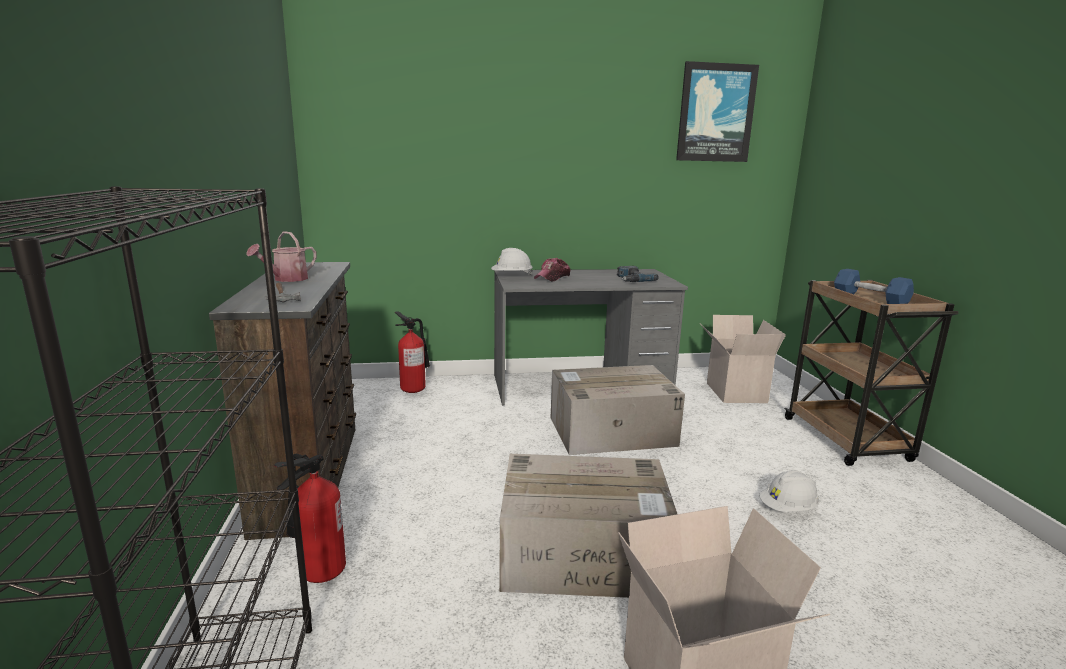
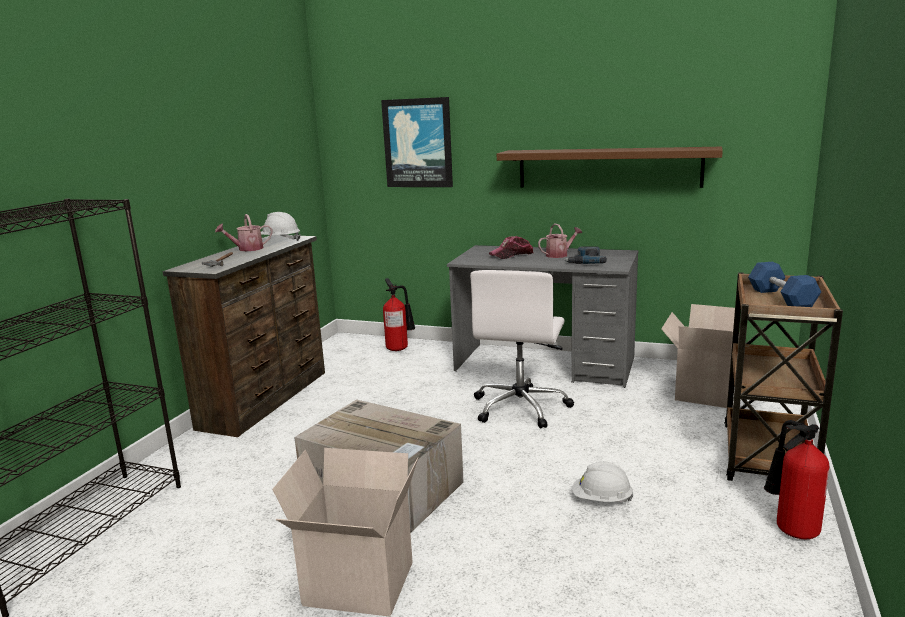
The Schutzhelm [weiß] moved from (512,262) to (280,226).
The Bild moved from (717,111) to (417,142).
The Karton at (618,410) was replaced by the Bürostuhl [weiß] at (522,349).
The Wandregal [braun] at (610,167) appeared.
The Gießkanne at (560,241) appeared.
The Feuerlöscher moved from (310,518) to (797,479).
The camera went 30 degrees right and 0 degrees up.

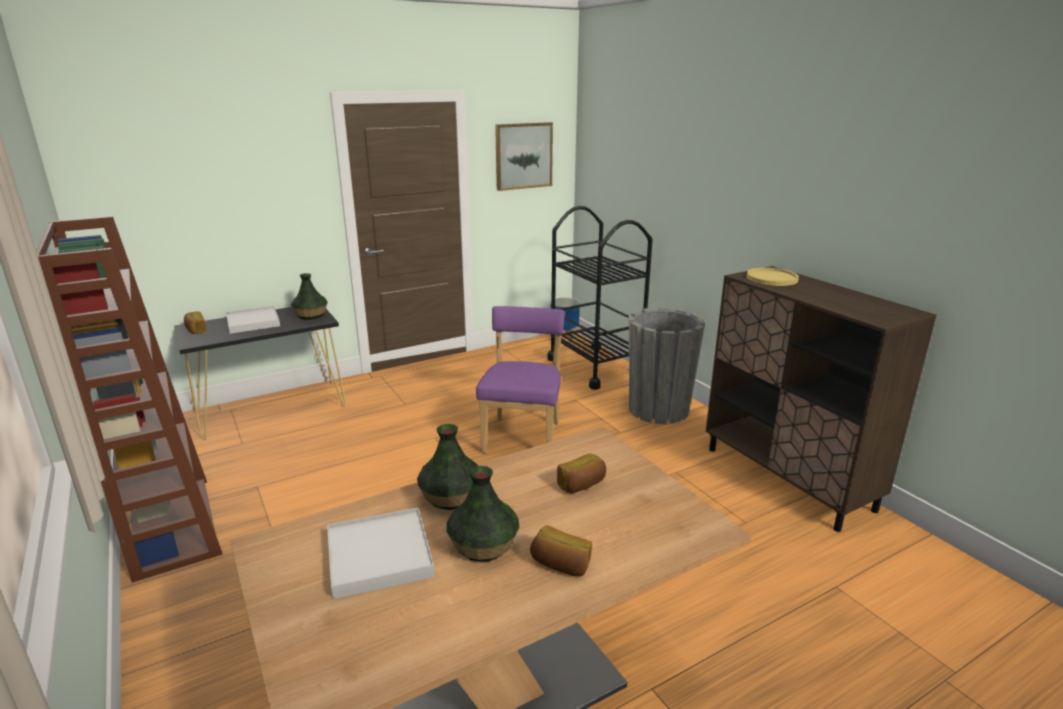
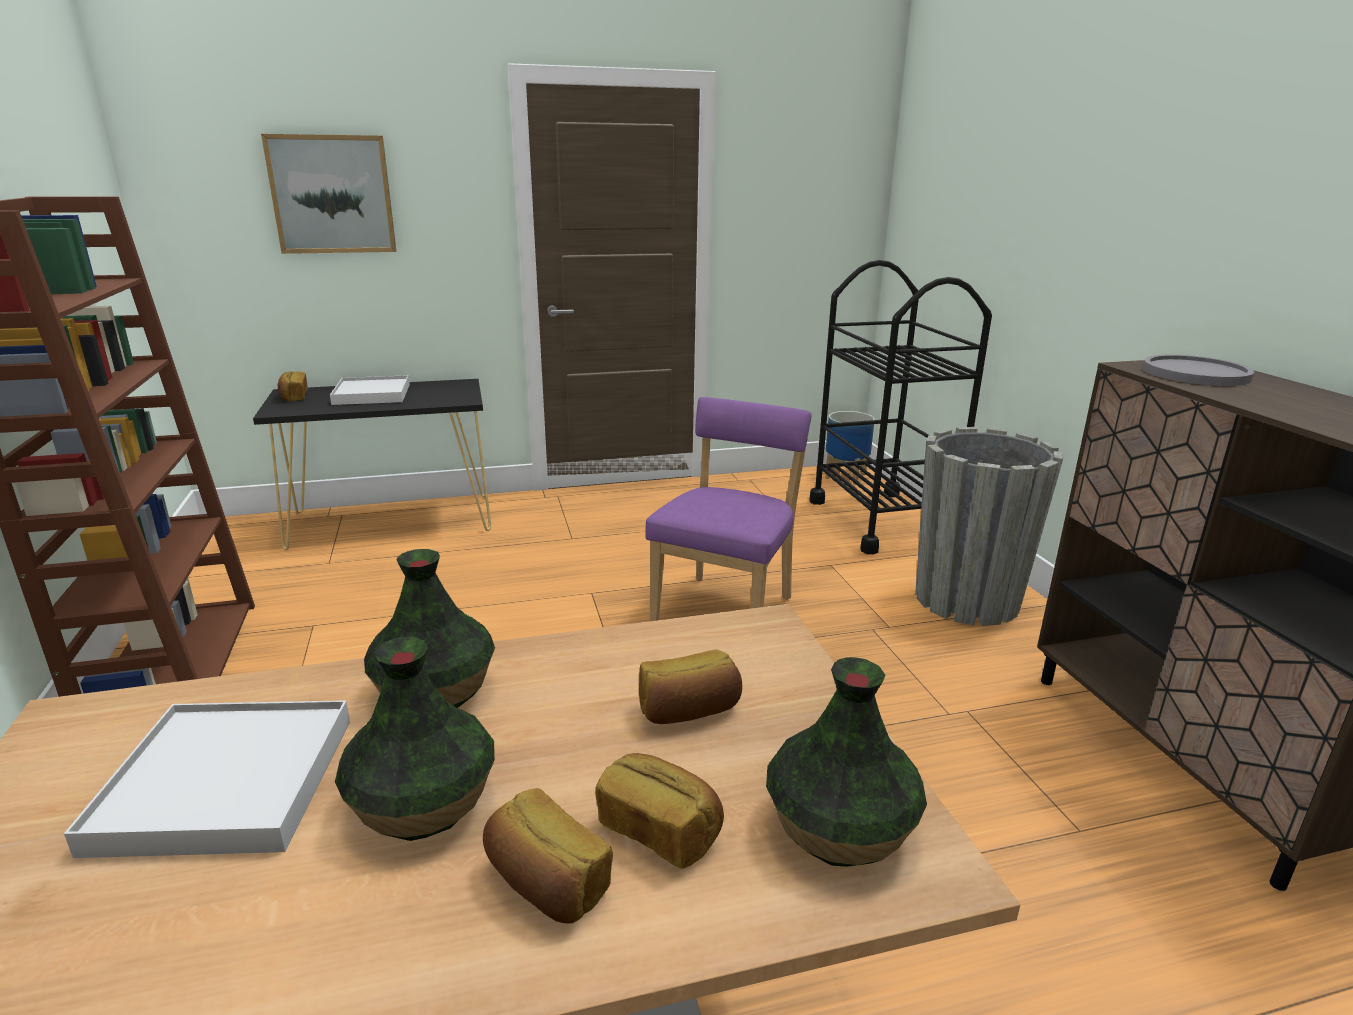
The Bild moved from (524,156) to (328,194).
The Brot at (659,811) appeared.
The Vase moved from (309,296) to (846,762).
The Teller [gelb] at (772,277) became the Teller [grau] at (1198,370).
The camera went 15 degrees right and 0 degrees up.

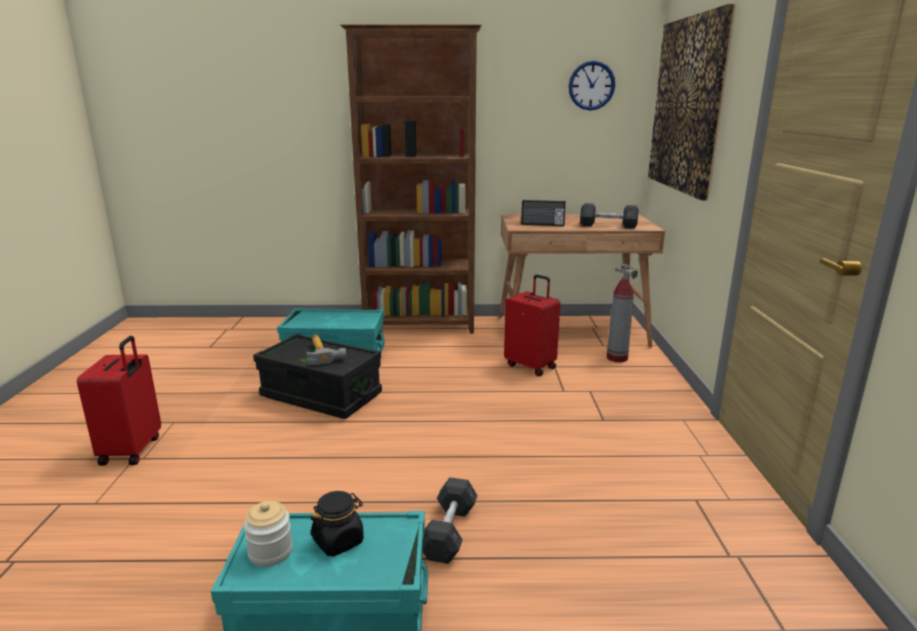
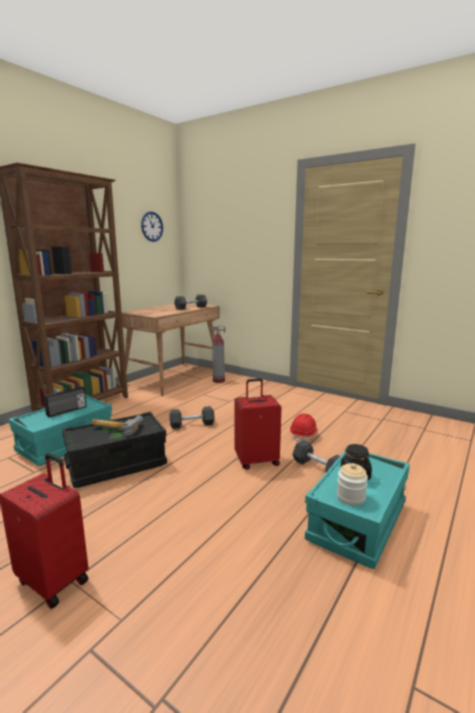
The Radio moved from (543,213) to (65,401).
The Hantel [grau] at (192,417) appeared.
The Koffer [rot] moved from (532,325) to (257,424).
The Schutzhelm [rot] at (304,428) appeared.
The Bild at (692,102) disappeared.
The camera went 55 degrees left and 5 degrees down.

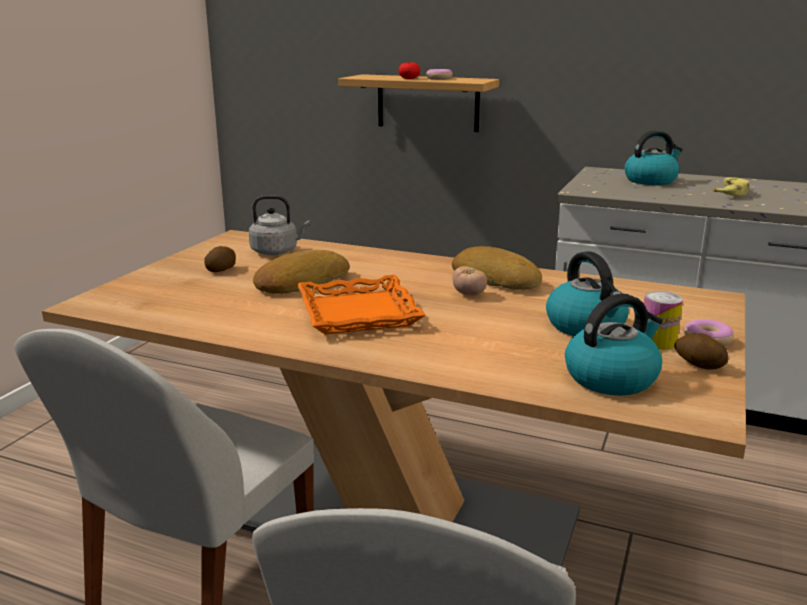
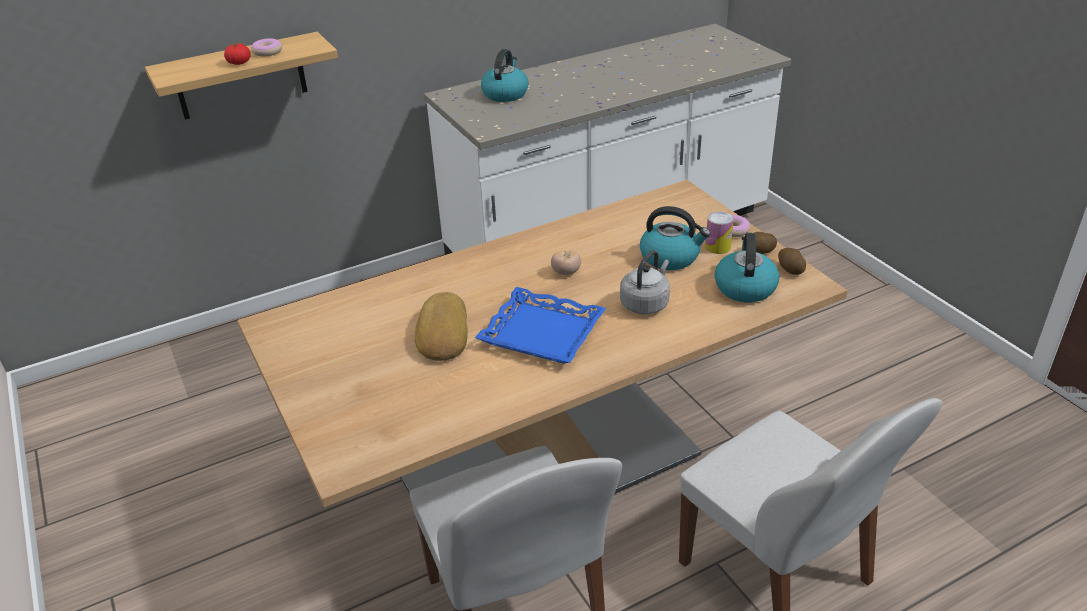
The Tablett [orange] at (361,304) became the Tablett [blau] at (540,325).
The Wasserkessel [grau] moved from (279,225) to (645,282).
The Kartoffel moved from (220,259) to (792,261).
The Brot at (497,268) disappeared.
The Banane at (730,186) disappeared.
The camera went 50 degrees left and 15 degrees up.

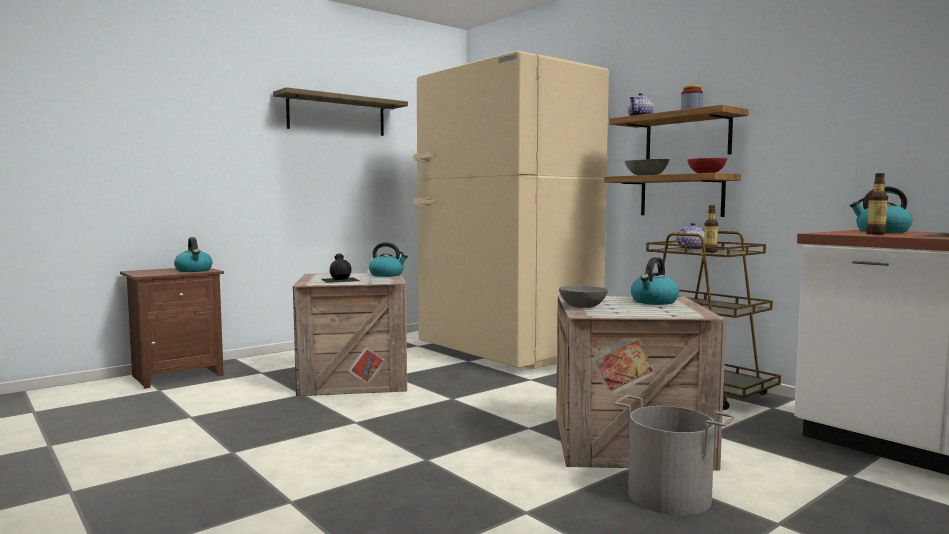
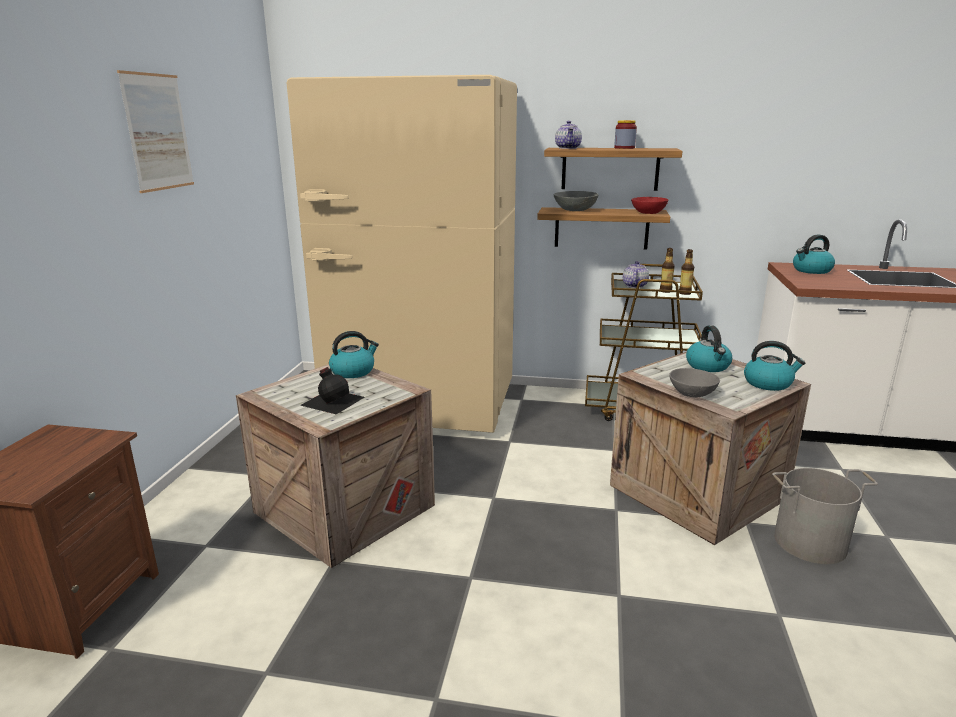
The Wandregal at (340,111) was replaced by the Bild at (155,131).
The Flasche moved from (877,204) to (686,272).
The Wasserkessel moved from (193,254) to (774,366).
The camera went 40 degrees left and 15 degrees up.

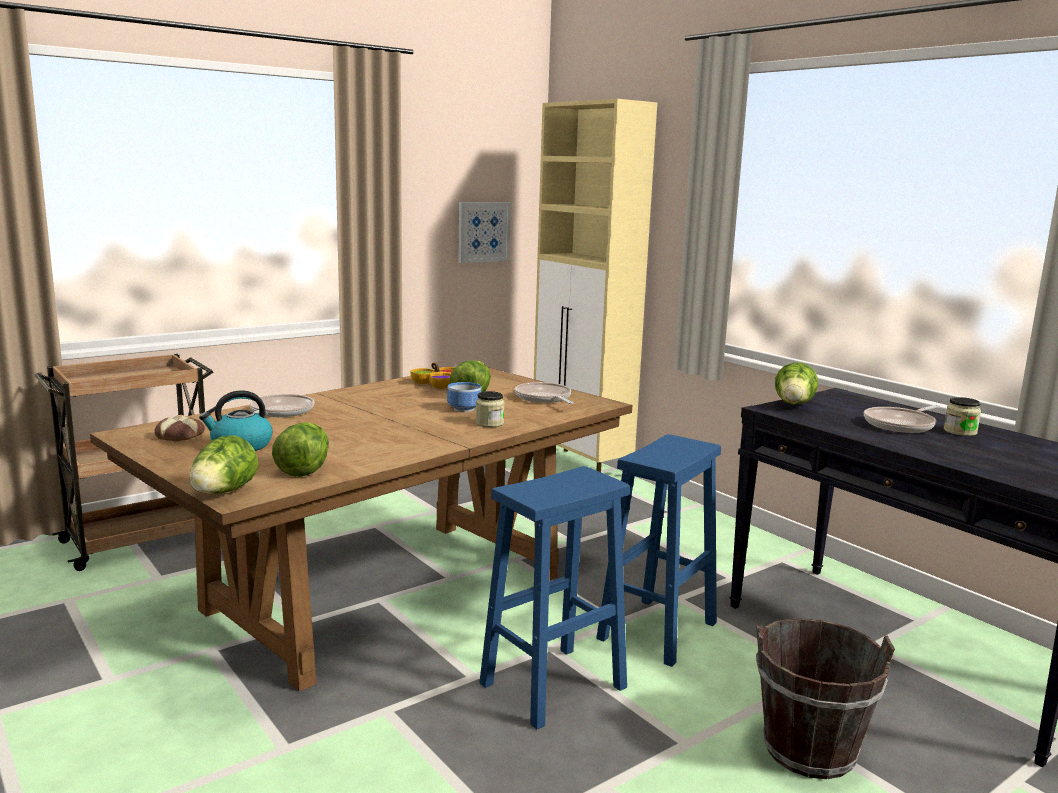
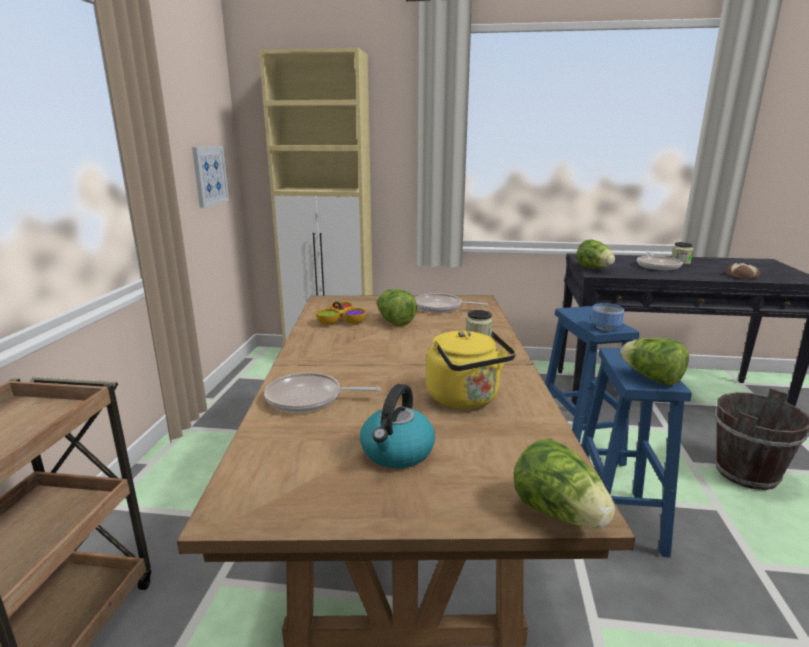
The Pfanne at (282,405) turned 60 degrees counterclockwise.
The Wasserkessel [gelb] at (471,369) appeared.
The Schüssel moved from (464,397) to (607,317).
The Salatkopf moved from (300,449) to (654,362).
The Brot moved from (179,427) to (742,271).
The camera went 45 degrees left and 5 degrees up.

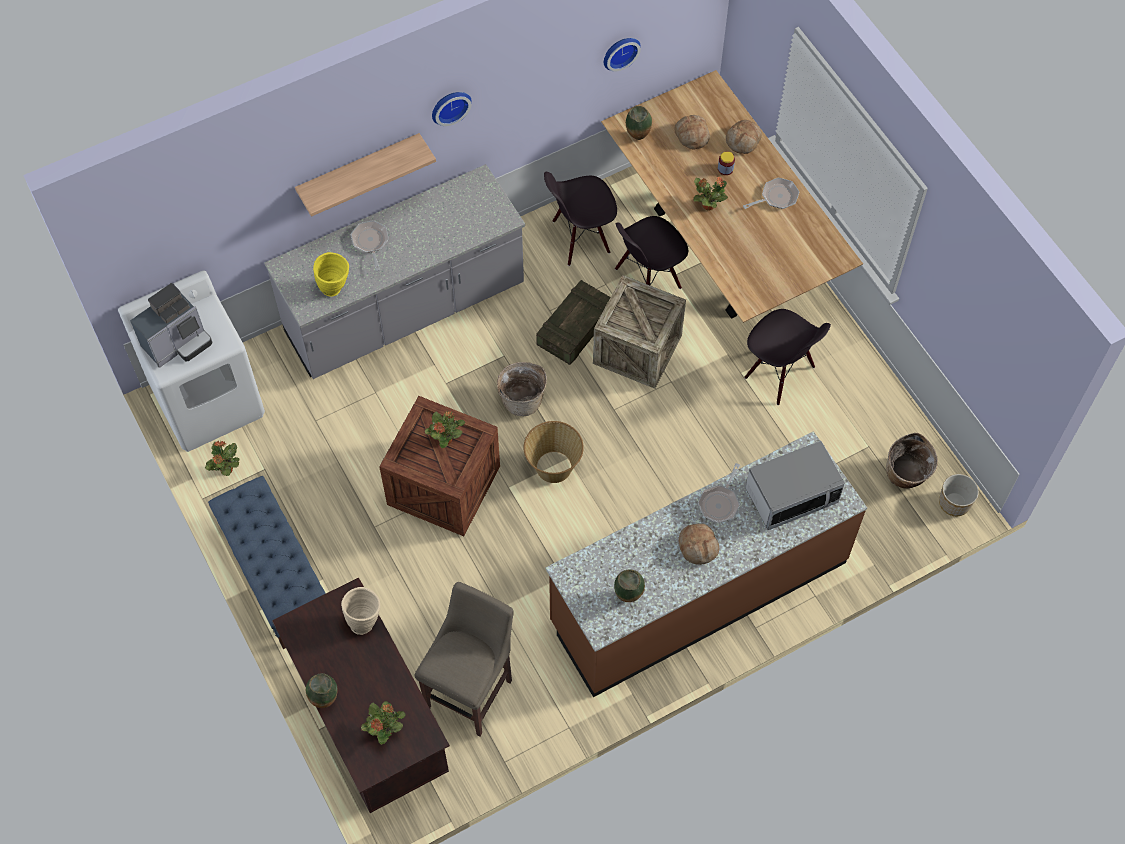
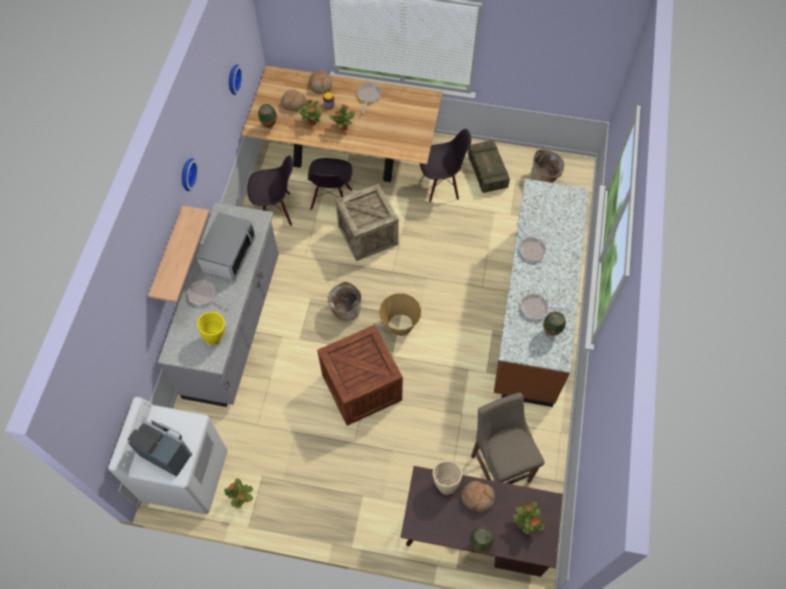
The Kaffeemaschine at (171,325) turned 60 degrees counterclockwise.
The Mikrowelle moved from (795,485) to (226,246).
The Stuhl [schwarz] at (580,219) turned 120 degrees counterclockwise.
The Topfpflanze moved from (445,429) to (309,112).
The Brot moved from (698,544) to (478,496).
The Kiste moved from (573,322) to (489,166).
The Pfanne at (545,307) appeared.
The Bank [blau] at (267,562) disappeared.
The Pflanzkübel at (959,495) disappeared.
The camera went 50 degrees left and 0 degrees up.

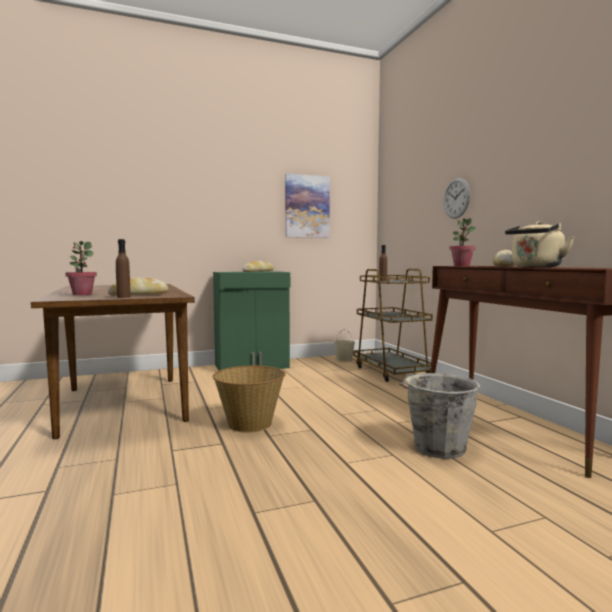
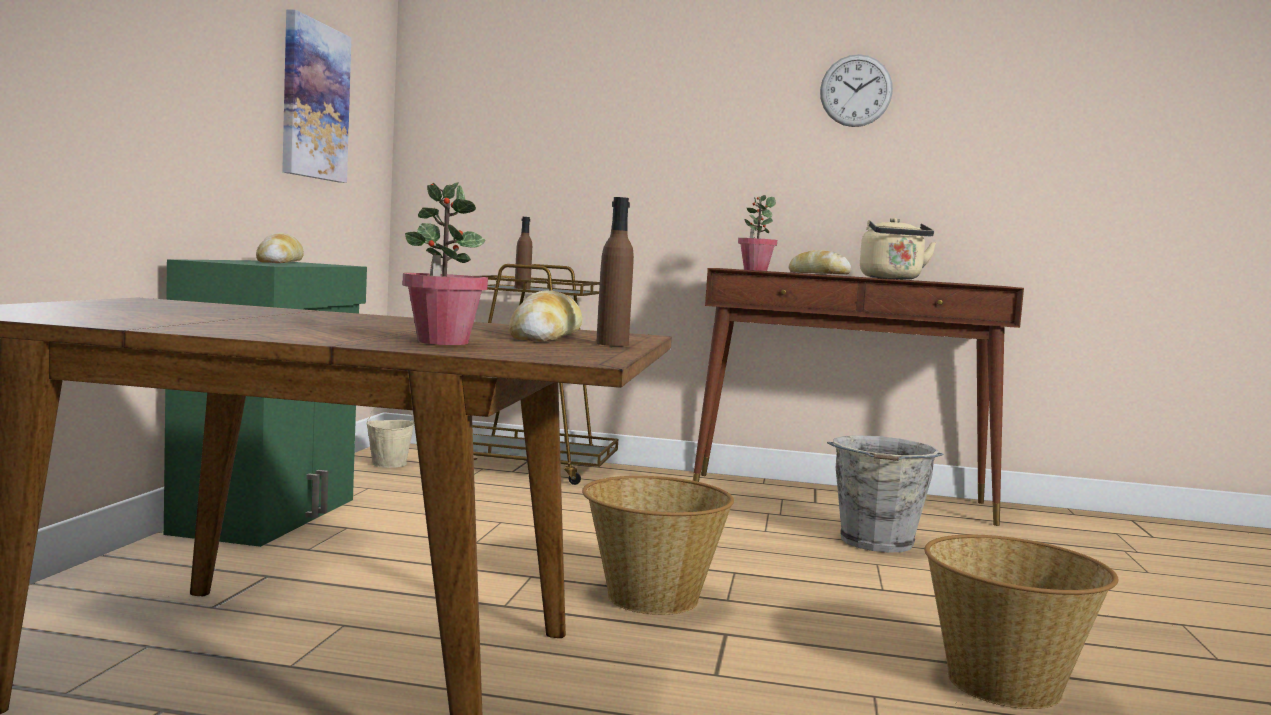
The Wanduhr moved from (457,198) to (856,90).
The Korb at (1021,622) appeared.
The camera went 60 degrees left and 0 degrees up.

